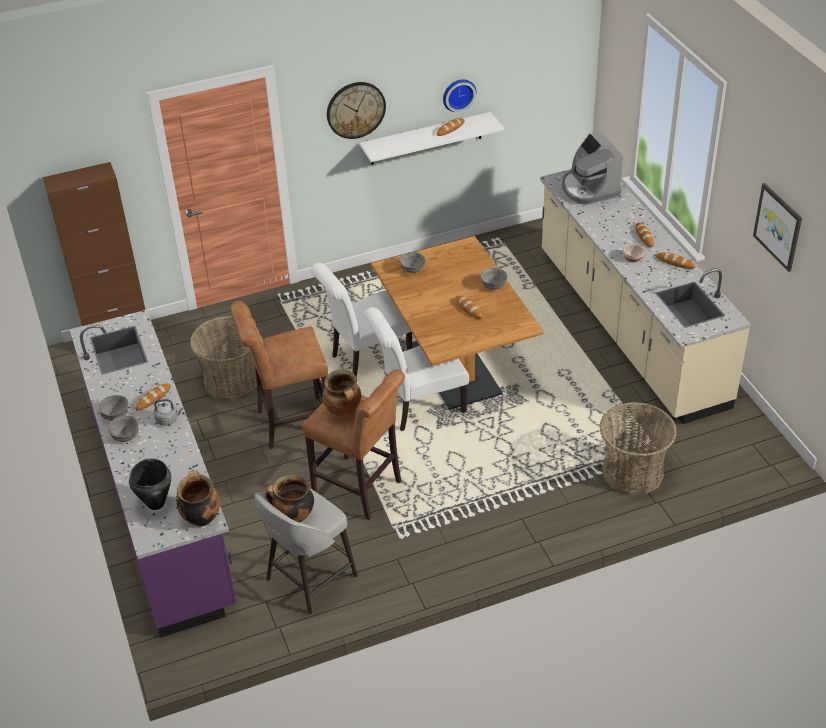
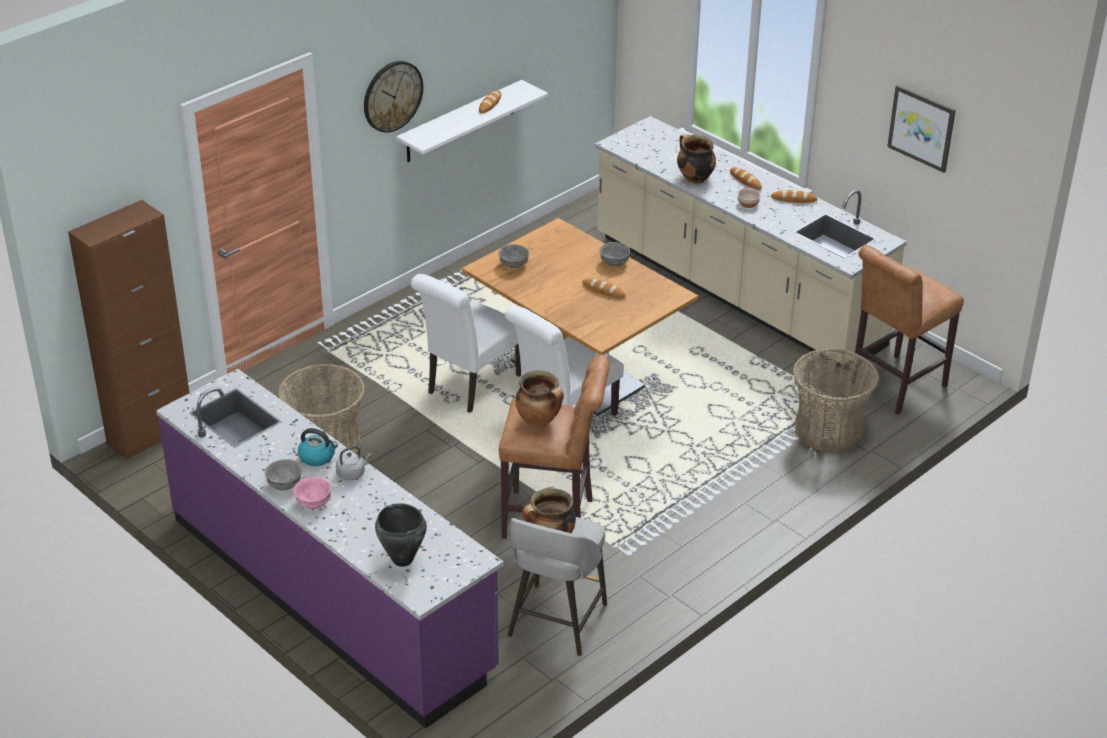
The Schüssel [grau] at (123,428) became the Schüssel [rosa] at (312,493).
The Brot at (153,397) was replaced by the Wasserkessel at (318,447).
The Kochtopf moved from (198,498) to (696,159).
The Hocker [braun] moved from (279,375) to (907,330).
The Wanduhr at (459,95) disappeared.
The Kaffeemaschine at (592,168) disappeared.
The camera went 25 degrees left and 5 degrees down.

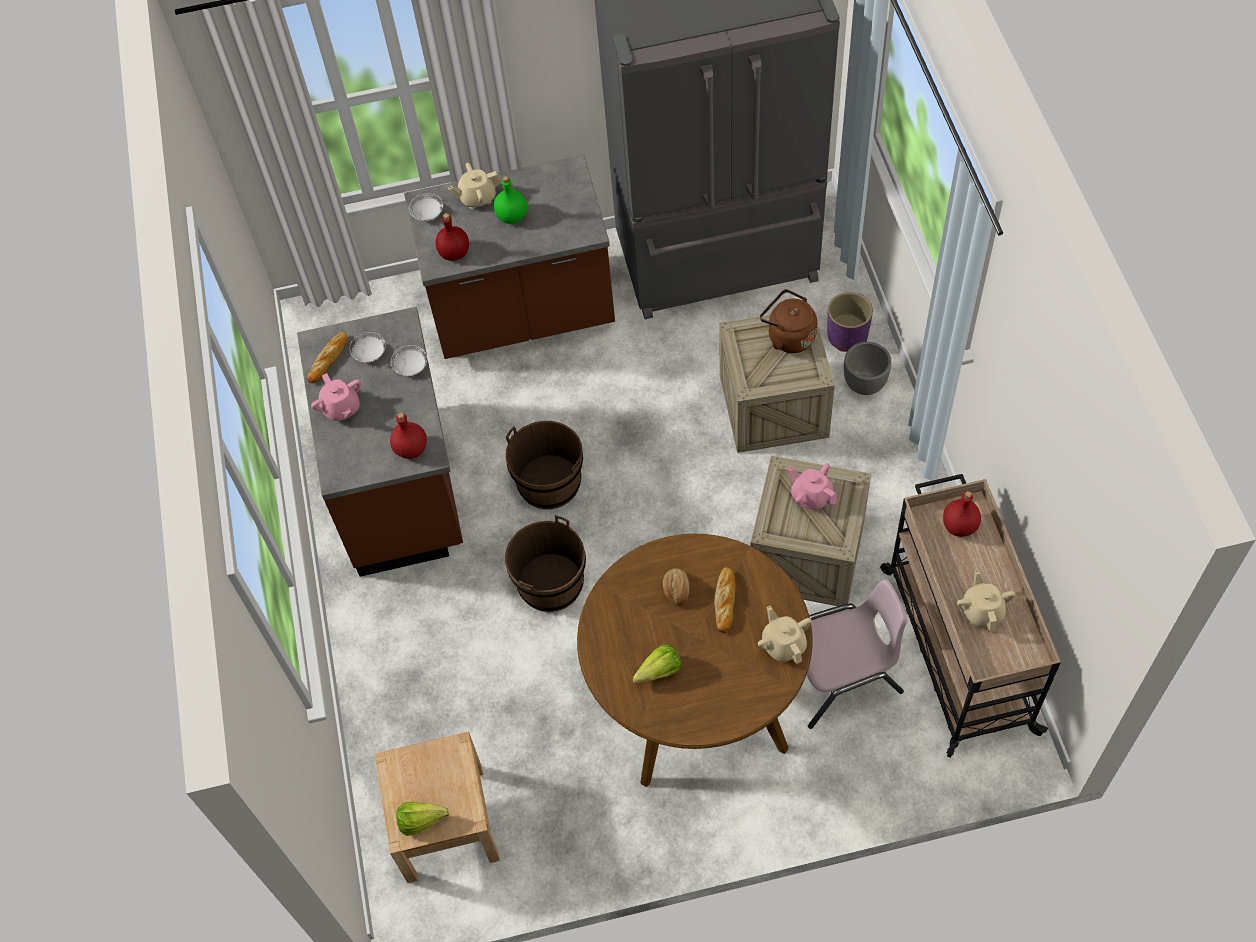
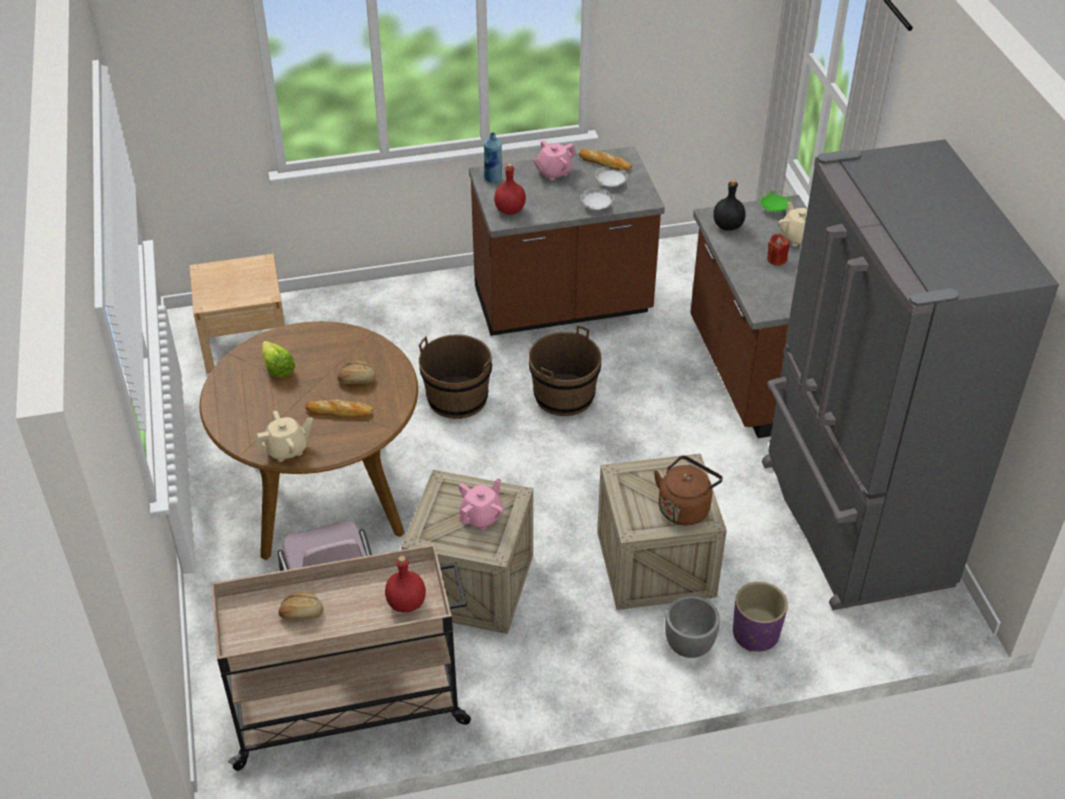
The Teekanne [beige] at (986,600) was replaced by the Brot at (300,606).
The Flasche [blau] at (493,157) appeared.
The Flasche [rot] at (452,237) became the Flasche [schwarz] at (729,205).
The Teller [weiß] at (426,207) became the Teller [grün] at (775,201).
The Flasche [grün] at (510,200) was replaced by the Kerze [rot] at (778,250).
The Salatkopf at (422,819) disappeared.
The camera went 85 degrees right and 15 degrees down.

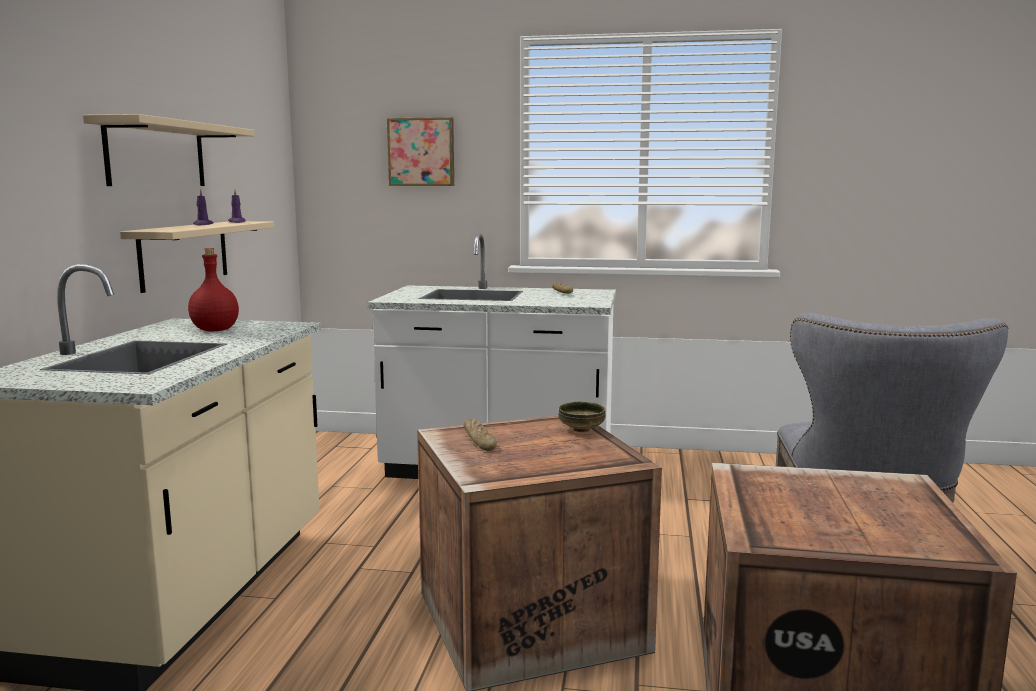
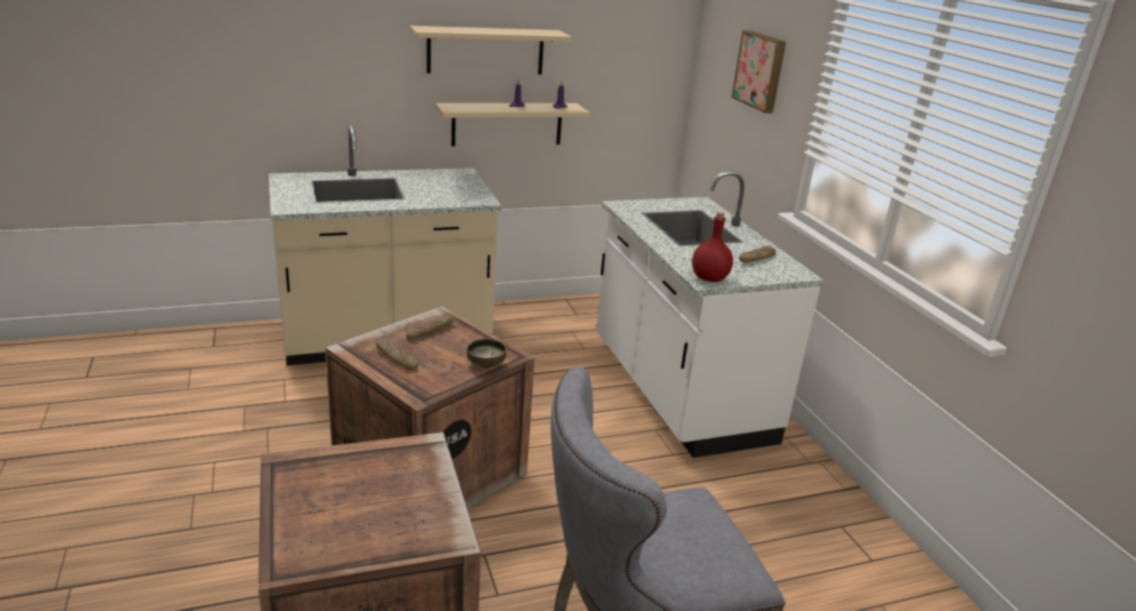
The Brot at (397,354) appeared.
The Flasche [rot] moved from (213,290) to (712,247).
The camera went 60 degrees right and 15 degrees up.

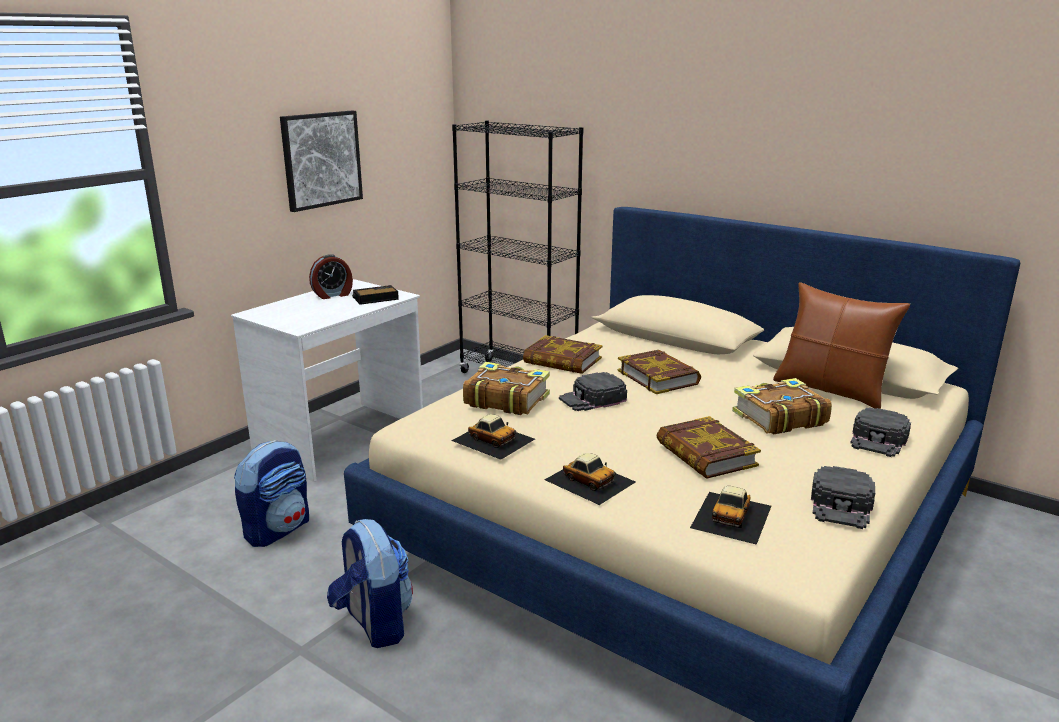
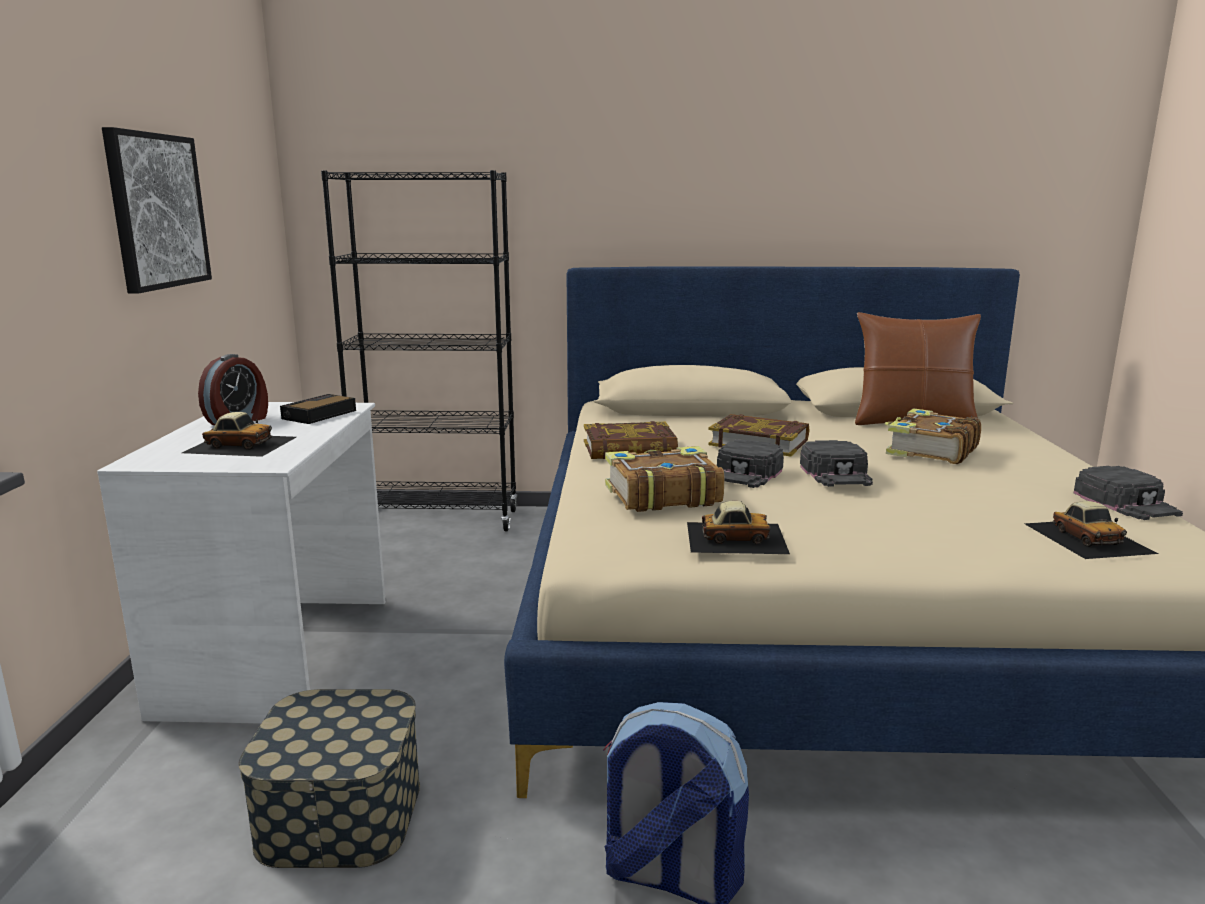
The Spielzeugauto moved from (589,479) to (239,434).
The Rucksack at (271,493) was replaced by the Aufbewahrungsbox at (329,778).
The Kappe [schwarz] moved from (880,432) to (836,463).
The Buch at (708,447) disappeared.
The camera went 35 degrees left and 5 degrees down.

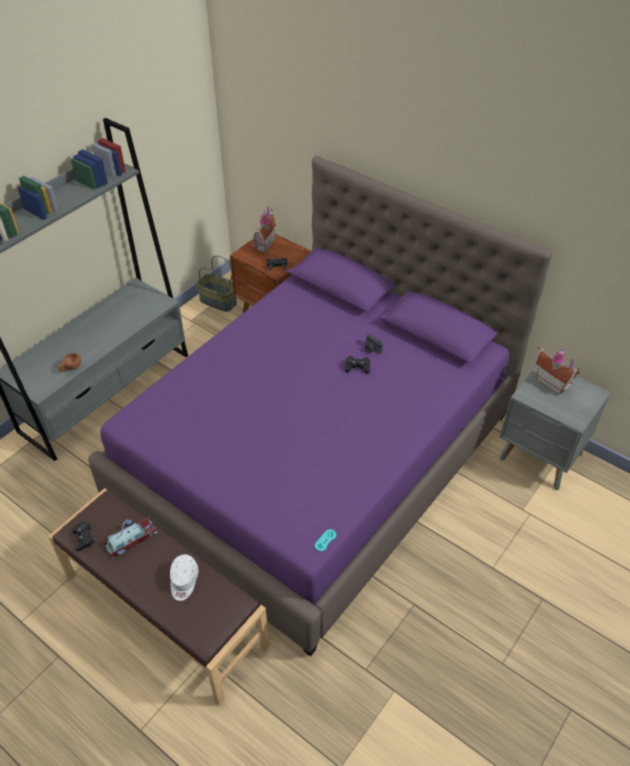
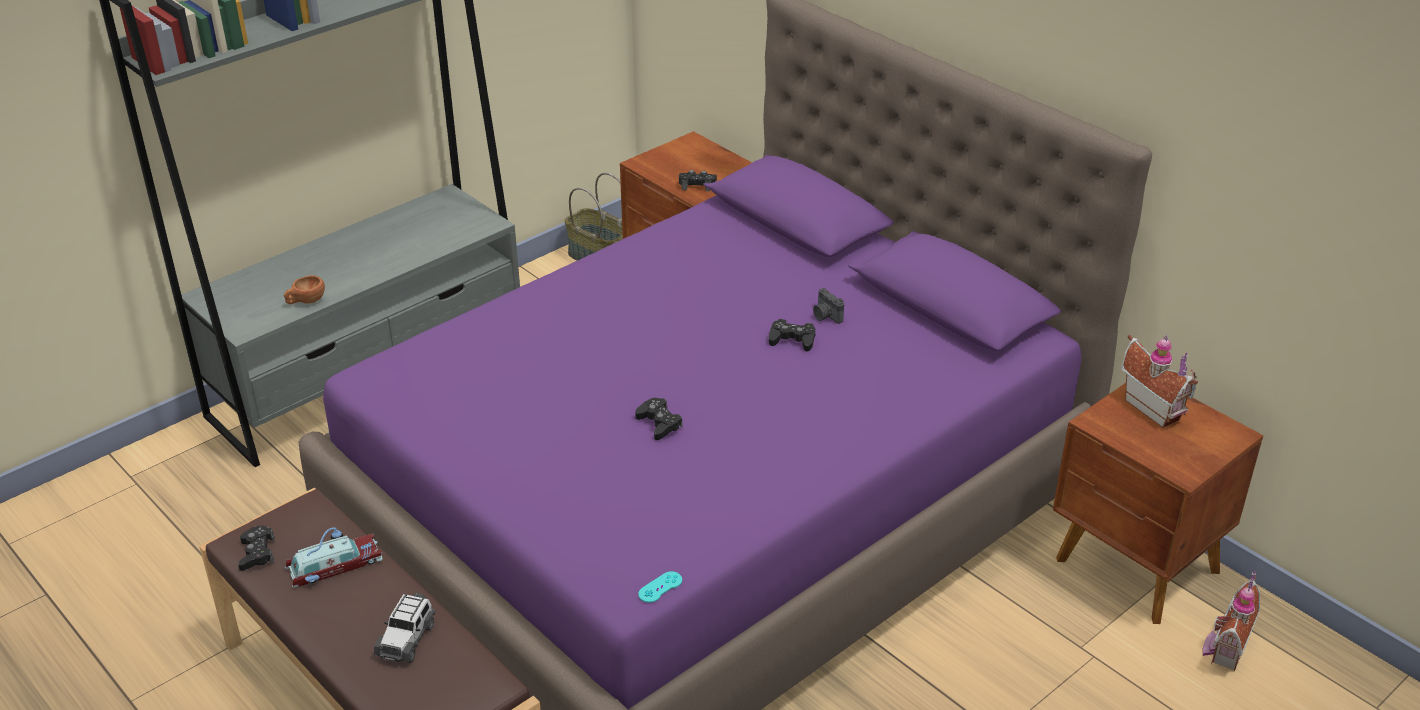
The Kappe [weiß] at (184,577) was replaced by the Spielzeugauto at (404,628).
The Gamepad [schwarz] at (659,419) appeared.
The Nachttisch [grau] at (555,428) became the Nachttisch [braun] at (1158,503).
The Spielzeughaus moved from (264,229) to (1231,621).
The camera went 10 degrees right and 10 degrees down.

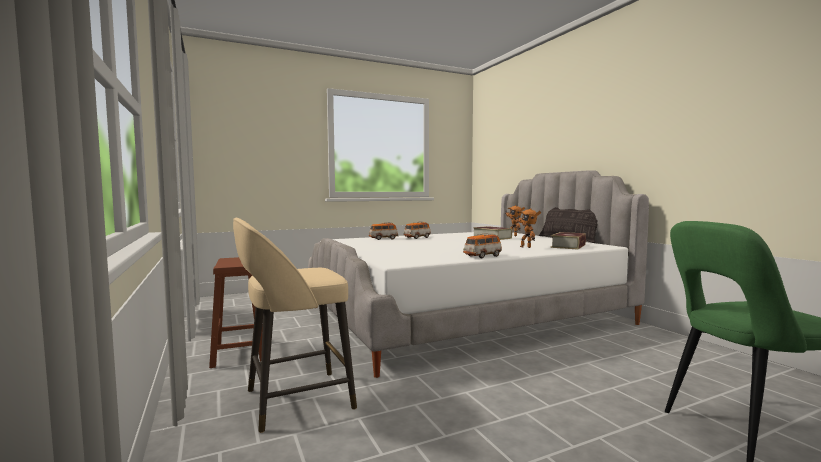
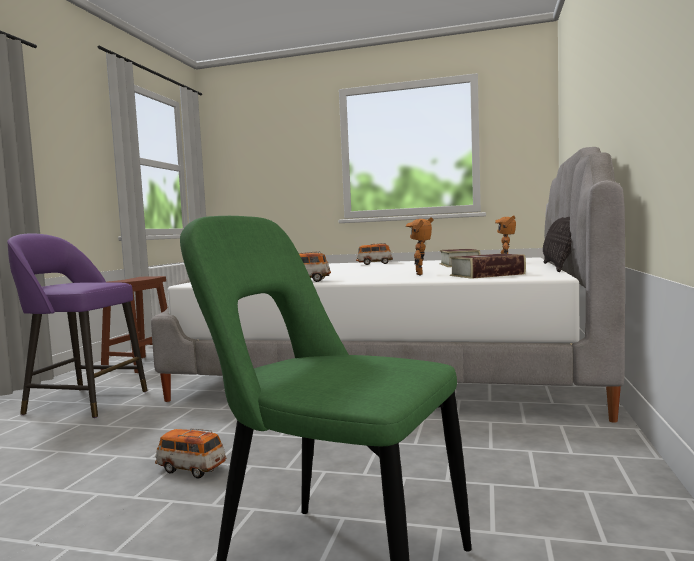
The Hocker [beige] at (295,325) became the Hocker [lila] at (77,325).
The Spielzeugauto moved from (383,231) to (190,453).
The camera went 40 degrees right and 0 degrees up.

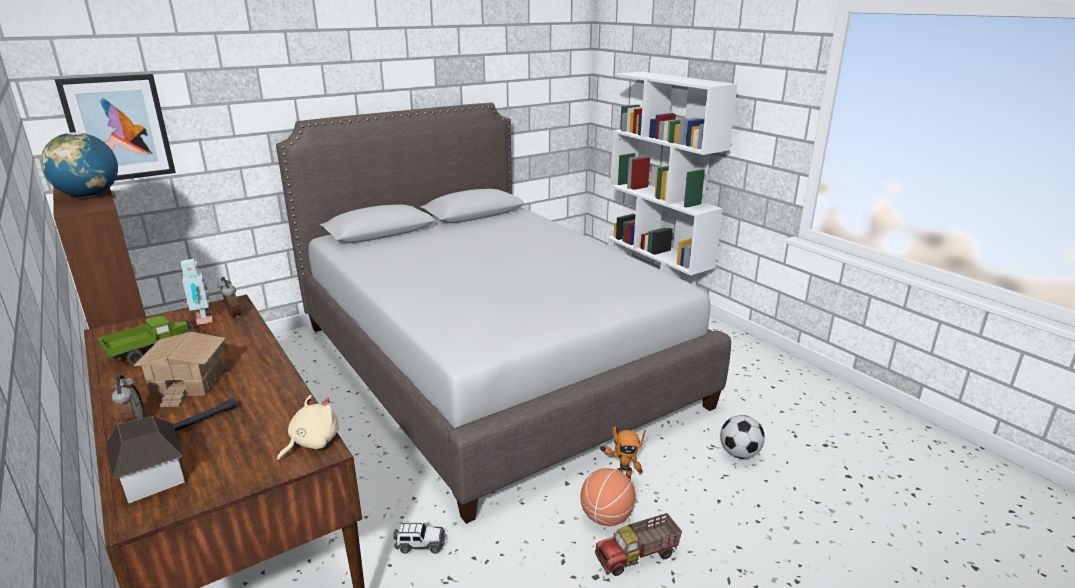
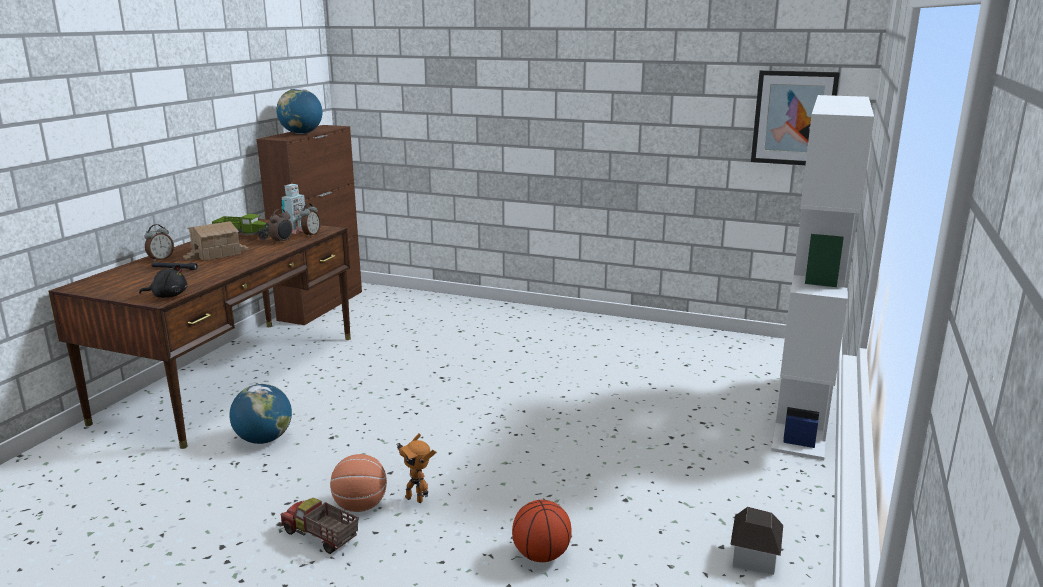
The Plüschtier [beige] at (308,428) became the Plüschtier [schwarz] at (163,281).
The Spielzeugauto at (419,538) was replaced by the Globus at (260,414).
The Wecker at (281,226) appeared.
The Fußball at (742,437) was replaced by the Basketball at (542,531).
The Spielzeughaus moved from (145,459) to (756,541).
The Bild moved from (115,127) to (795,117).
The Bett [grau] at (503,313) disappeared.
The camera went 55 degrees right and 5 degrees down.

